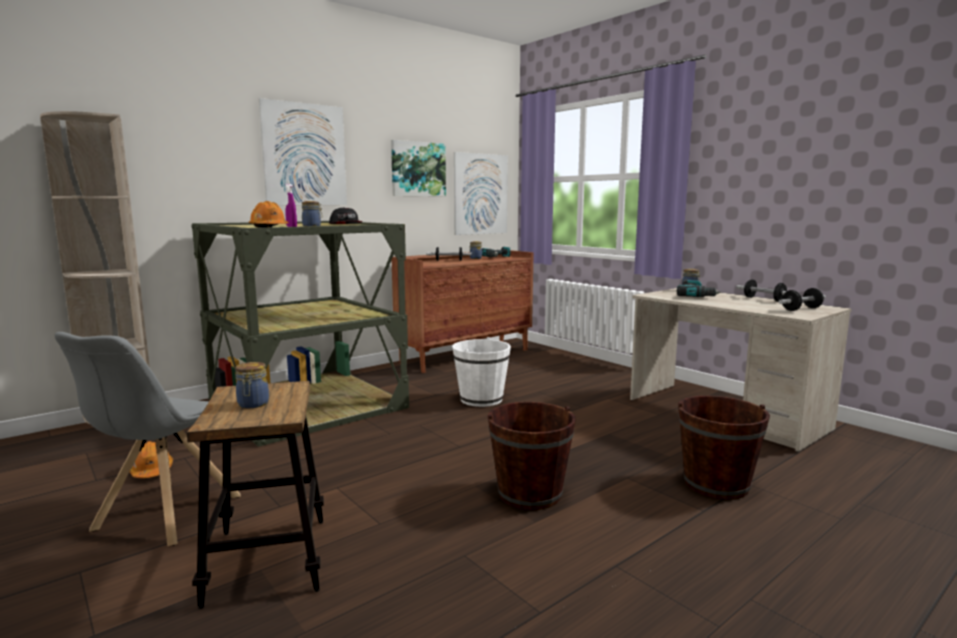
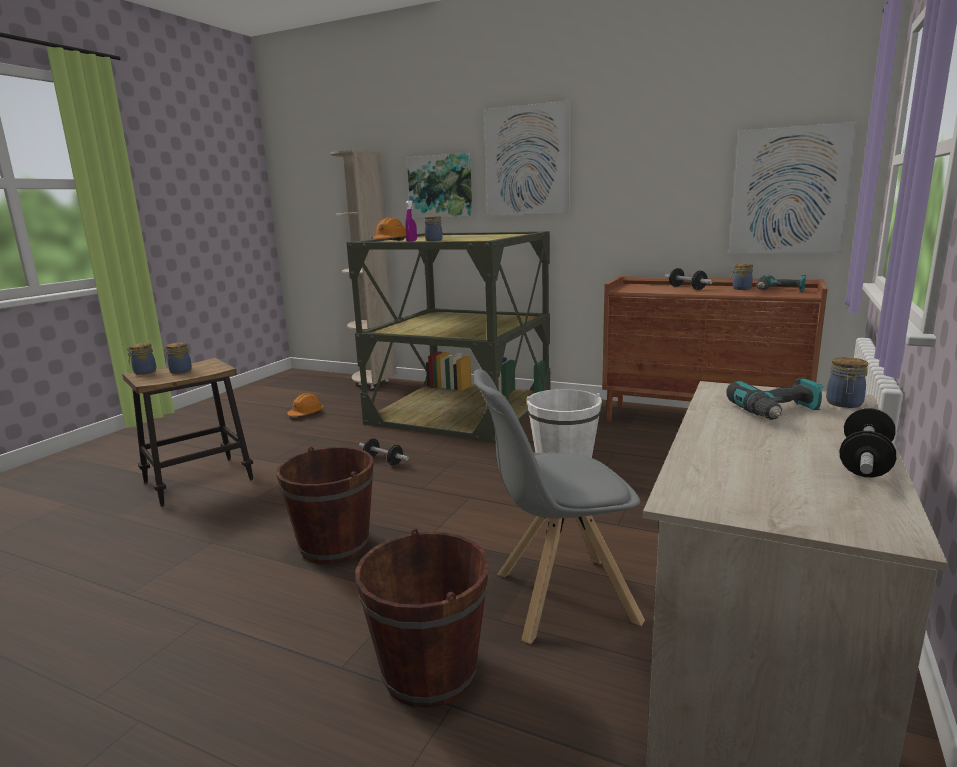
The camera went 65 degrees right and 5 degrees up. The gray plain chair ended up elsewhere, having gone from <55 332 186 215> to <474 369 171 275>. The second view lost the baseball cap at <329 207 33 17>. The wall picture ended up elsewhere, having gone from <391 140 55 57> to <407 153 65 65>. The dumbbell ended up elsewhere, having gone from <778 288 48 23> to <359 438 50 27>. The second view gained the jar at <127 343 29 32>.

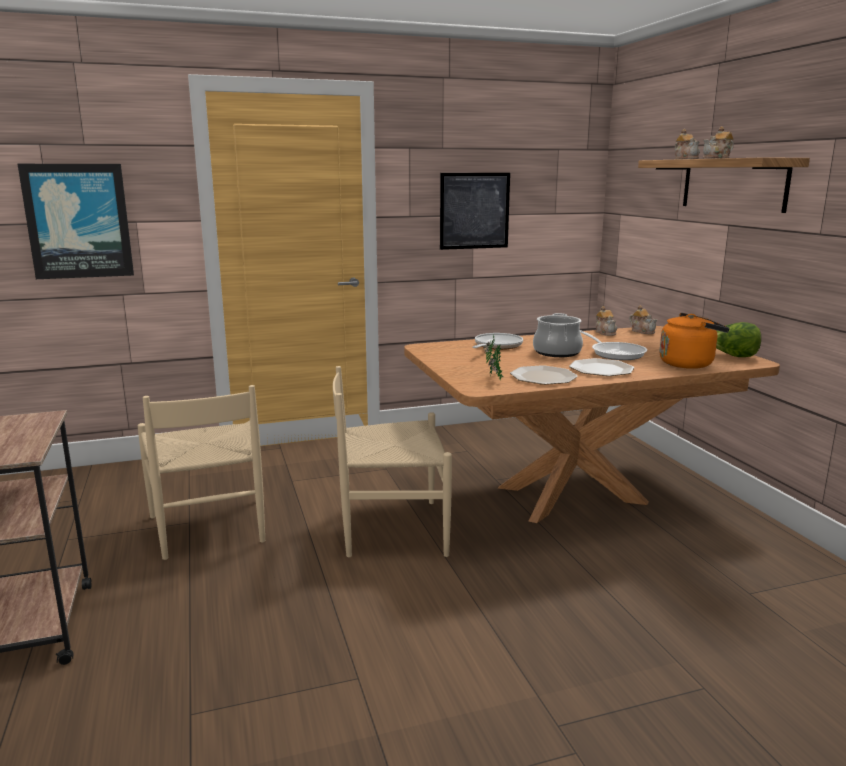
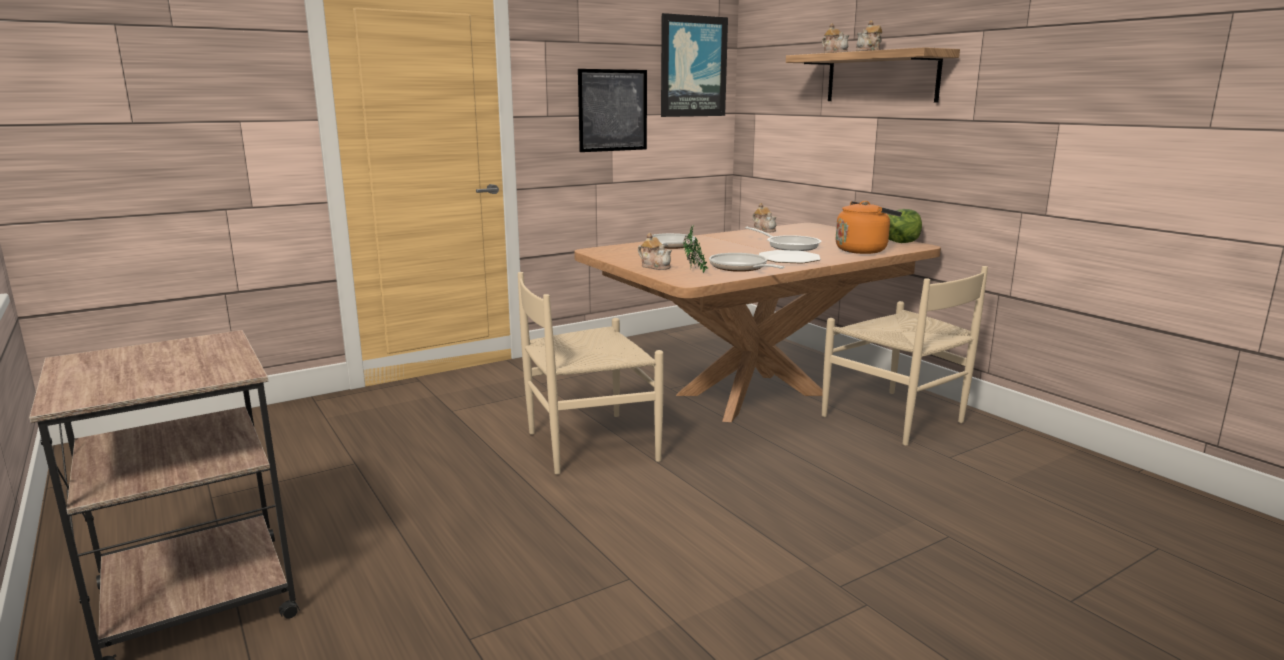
The camera went 15 degrees left and 0 degrees up. The wall picture ended up elsewhere, having gone from <18 164 116 115> to <661 13 67 104>. The beige-coloured plain chair ended up elsewhere, having gone from <138 385 127 175> to <822 266 166 180>. Where the dinner plate stood at <510 365 68 20>, the frying pan came to stand at <709 253 76 19>. The second view lost the saucepot at <533 313 50 44>. The teapot ended up elsewhere, having gone from <629 305 29 29> to <638 233 34 37>.

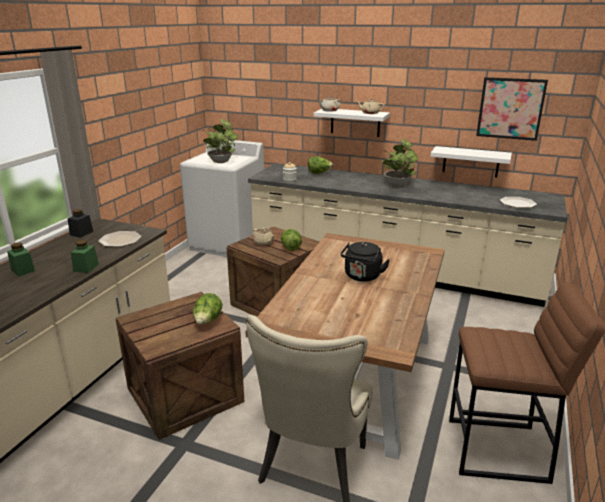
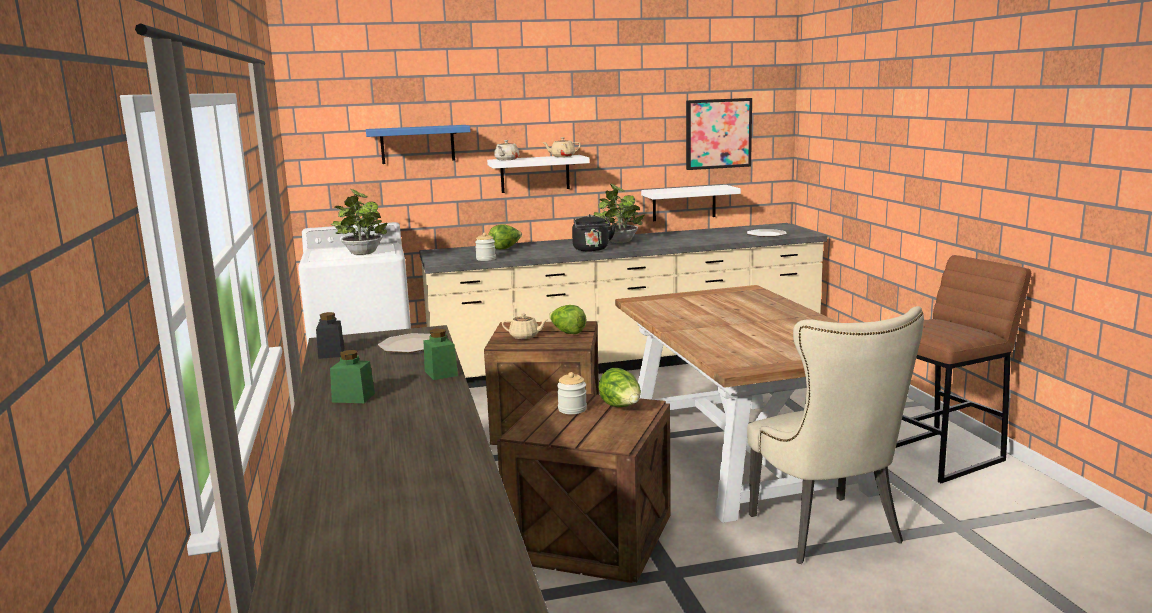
The camera went 35 degrees left and 10 degrees down. The black kettle ended up elsewhere, having gone from <341 242 49 40> to <572 214 44 37>. The second view gained the blue-coloured wall shelf at <366 125 104 39>. The second view gained the jar at <557 372 30 42>.

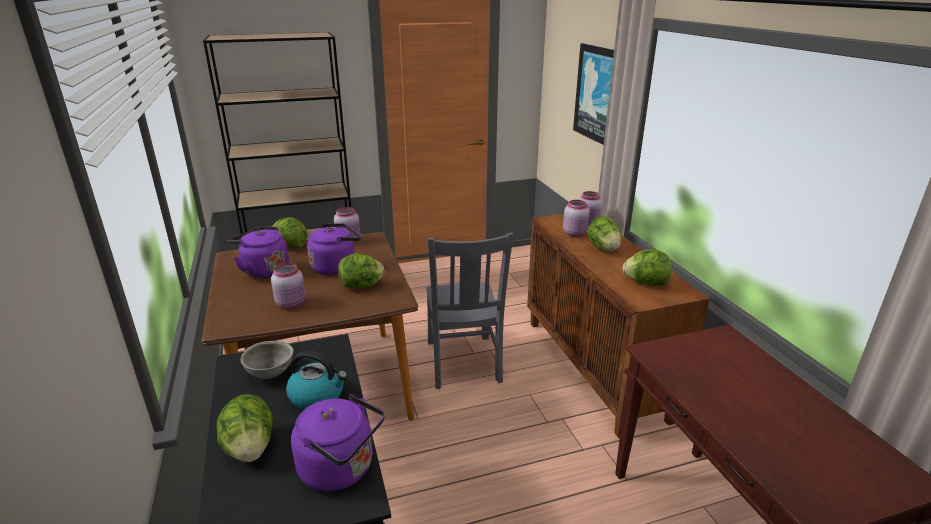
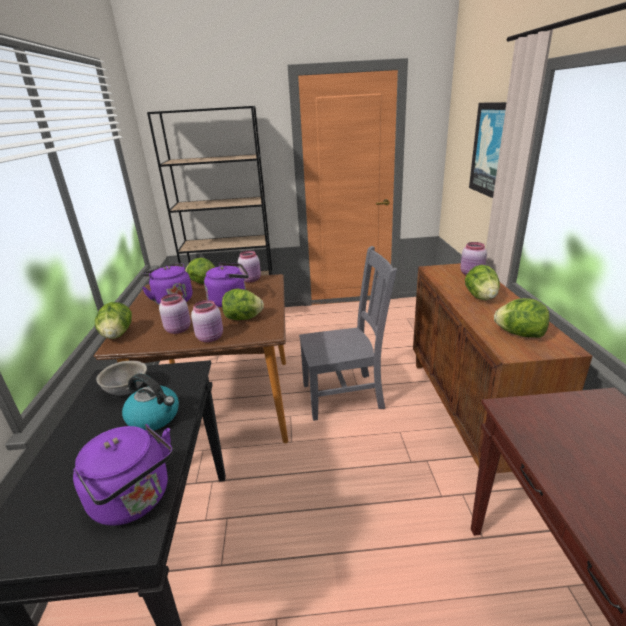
The camera went 15 degrees right and 0 degrees up. The head of lettuce ended up elsewhere, having gone from <216 394 57 68> to <95 302 37 37>. The gray plain chair at <426 233 88 156> ended up facing another way, 105 degrees counterclockwise from before. The pink jar ended up elsewhere, having gone from <563 200 27 37> to <191 300 32 42>.

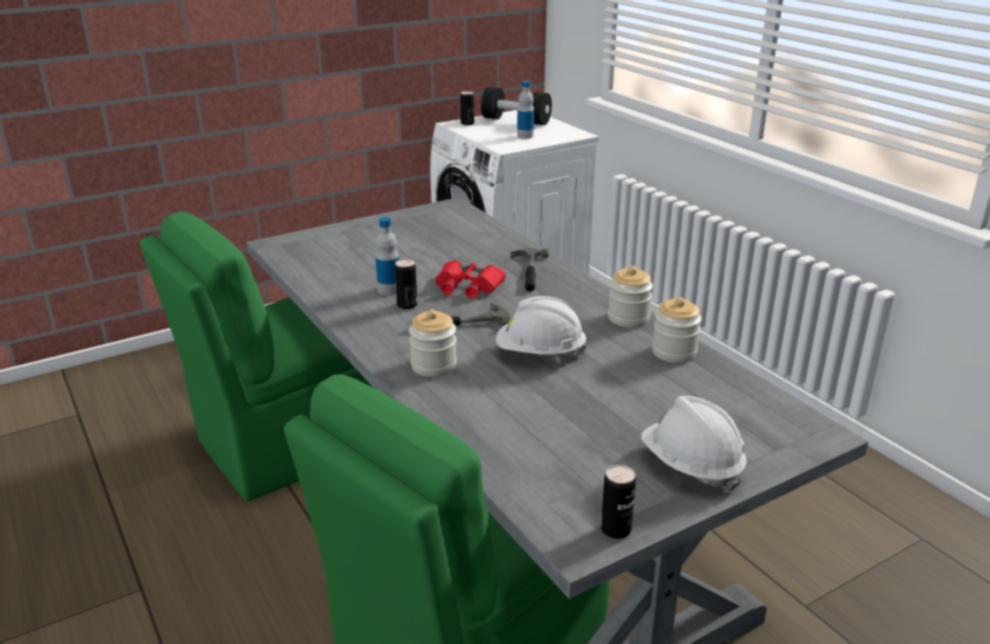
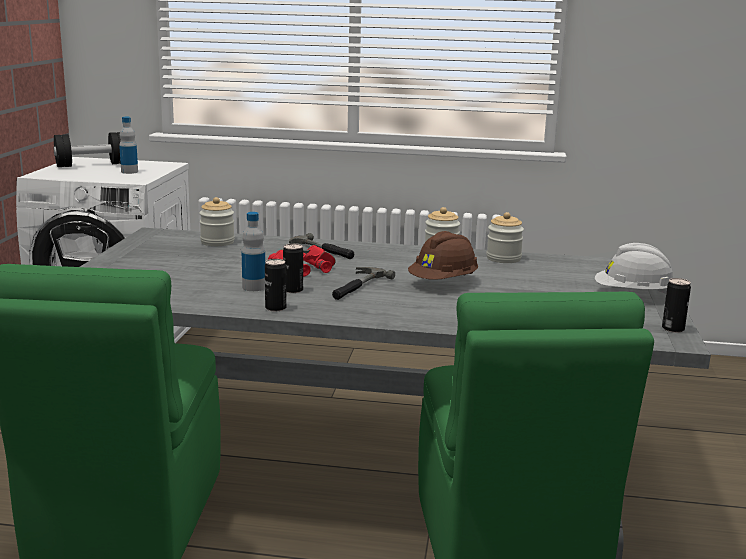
The camera went 50 degrees left and 10 degrees down. The jar ended up elsewhere, having gone from <409 310 48 67> to <199 197 36 49>. The sealed can ended up elsewhere, having gone from <460 91 14 34> to <265 259 21 52>. What was the white-coloured work helmet at <496 296 91 60> turned into the brownish work helmet at <408 231 70 49>.

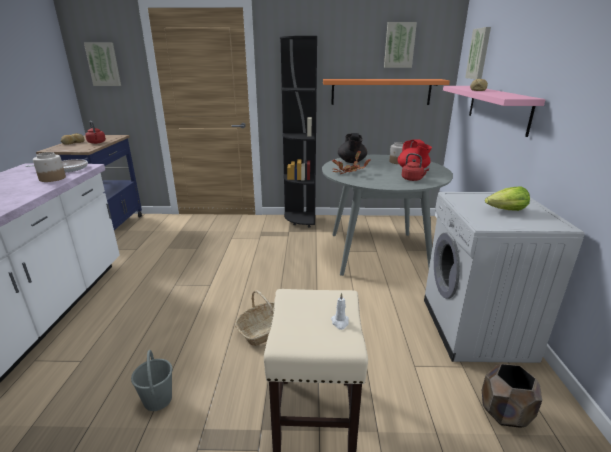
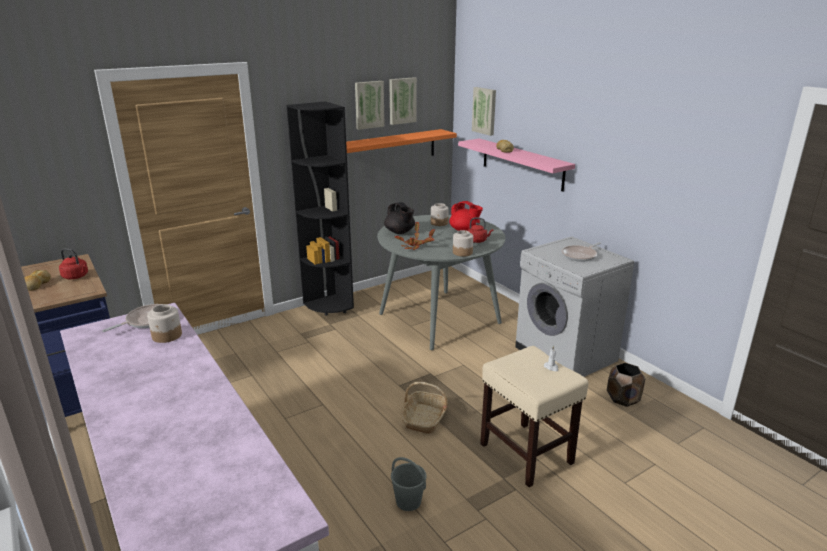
The camera went 35 degrees left and 0 degrees up. The wall picture ended up elsewhere, having gone from <84 43 37 43> to <355 81 30 49>. Where the head of lettuce stood at <485 186 45 25>, the frying pan came to stand at <562 242 39 20>. The second view gained the jar at <453 230 20 27>.

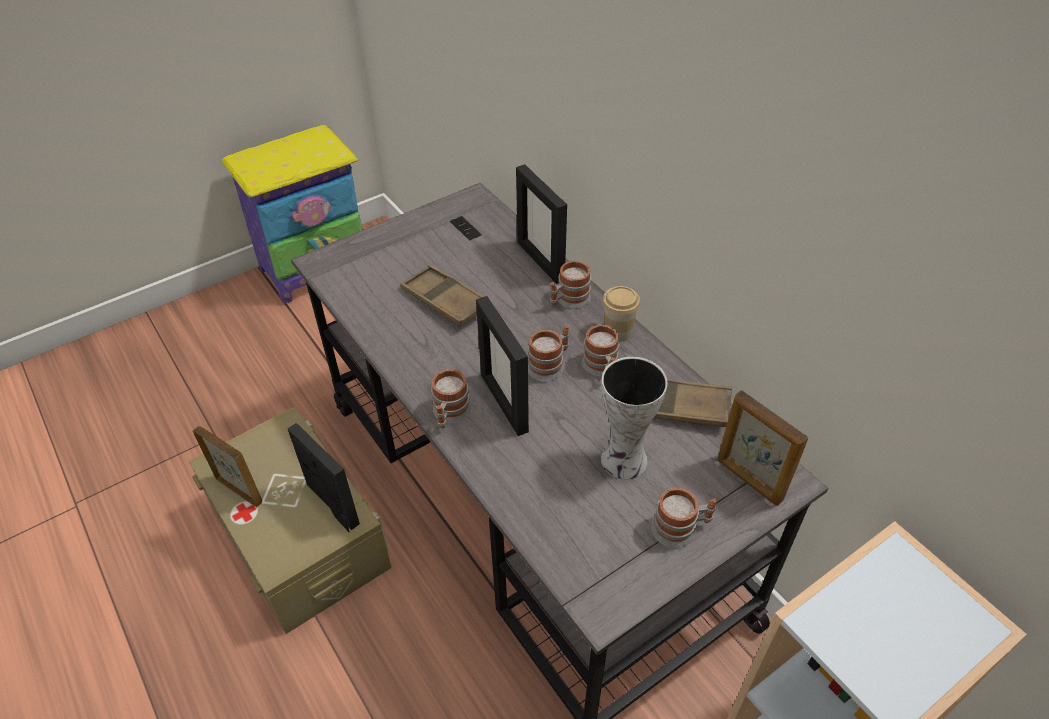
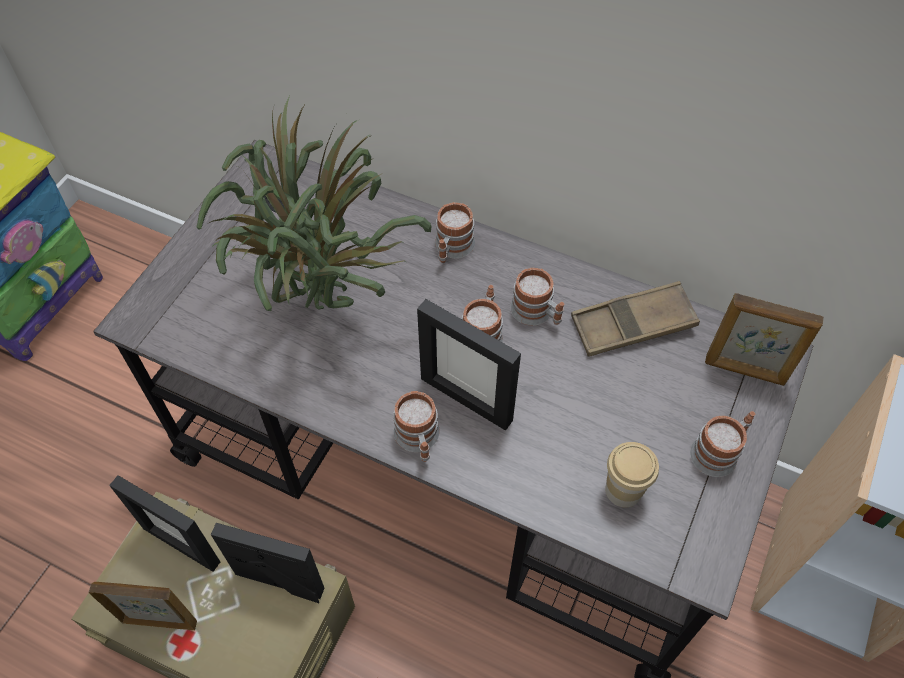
The camera went 30 degrees left and 10 degrees up. Where the brownish serving tray stood at <400 265 85 62>, the potted plant came to stand at <197 96 235 215>. The photo frame ended up elsewhere, having gone from <516 164 51 120> to <109 475 111 97>. The second view lost the flower vase at <601 357 66 122>. The cup ended up elsewhere, having gone from <602 286 38 56> to <605 442 54 65>.

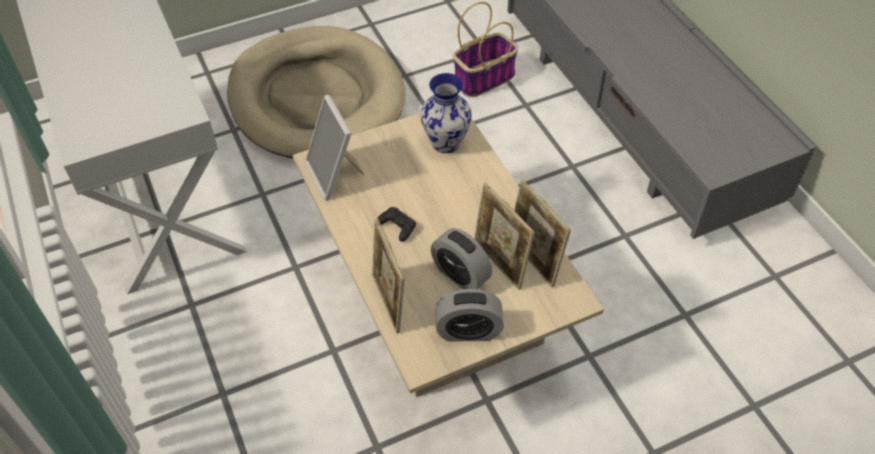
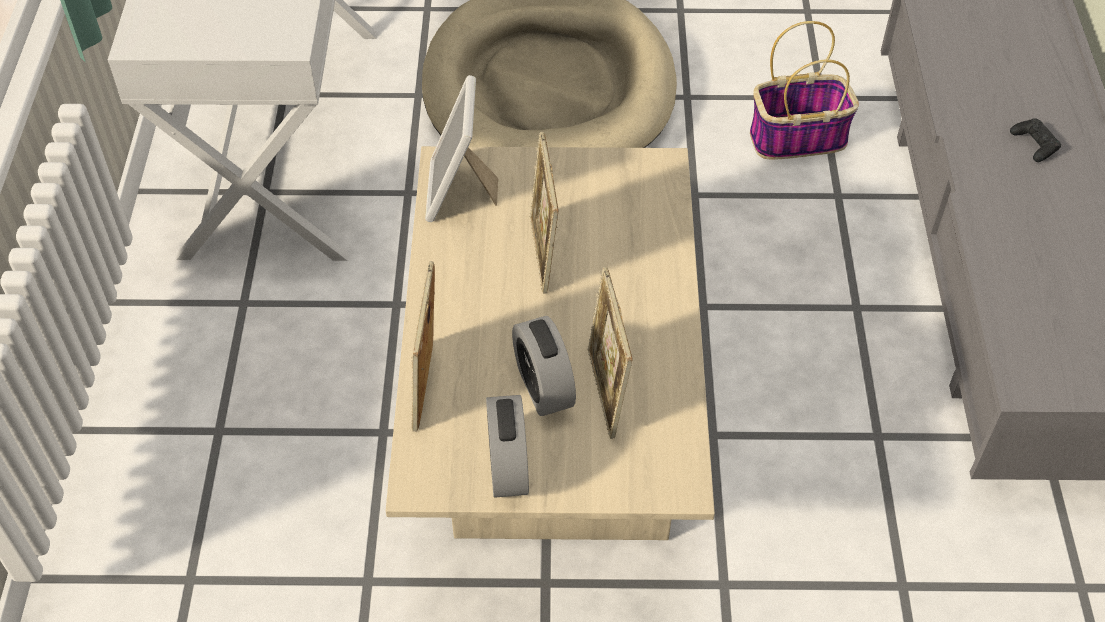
The camera went 25 degrees right and 0 degrees up. The black gamepad ended up elsewhere, having gone from <378 207 38 35> to <1010 118 51 44>. The second view lost the flower vase at <420 73 52 80>. The bedside clock at <435 289 69 53> ended up facing another way, 60 degrees clockwise from before. The photo frame ended up elsewhere, having gone from <514 179 57 109> to <529 132 30 162>.

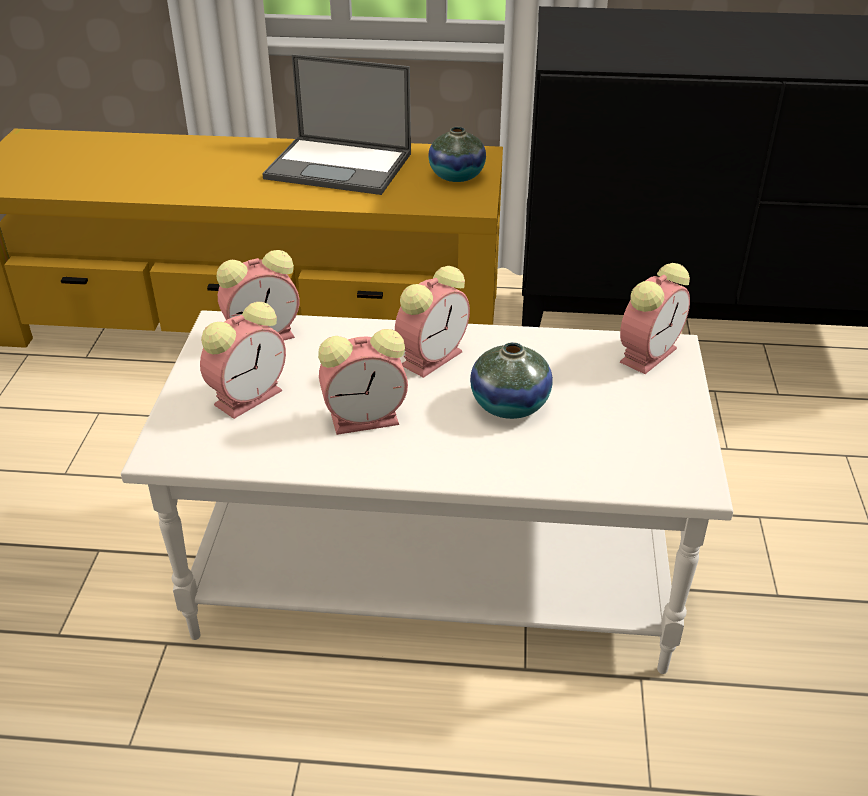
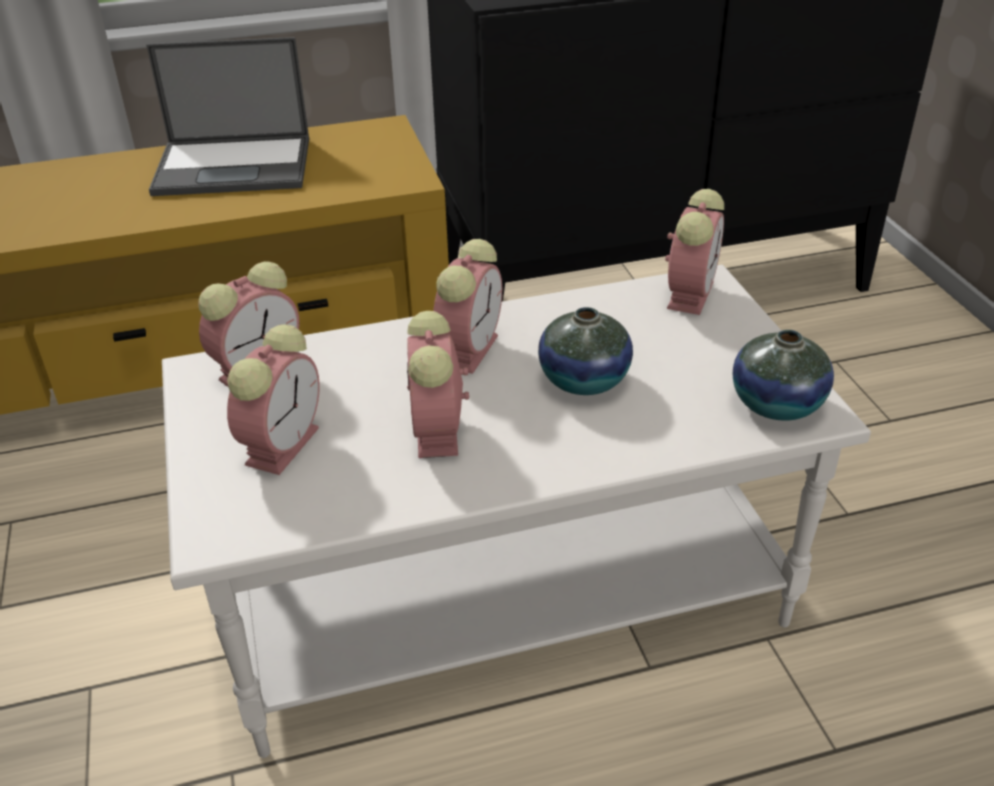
The camera went 20 degrees left and 0 degrees up. The bedside clock at <318 329 90 106> ended up facing another way, 120 degrees clockwise from before. The flower vase ended up elsewhere, having gone from <428 127 58 55> to <733 329 101 92>.

